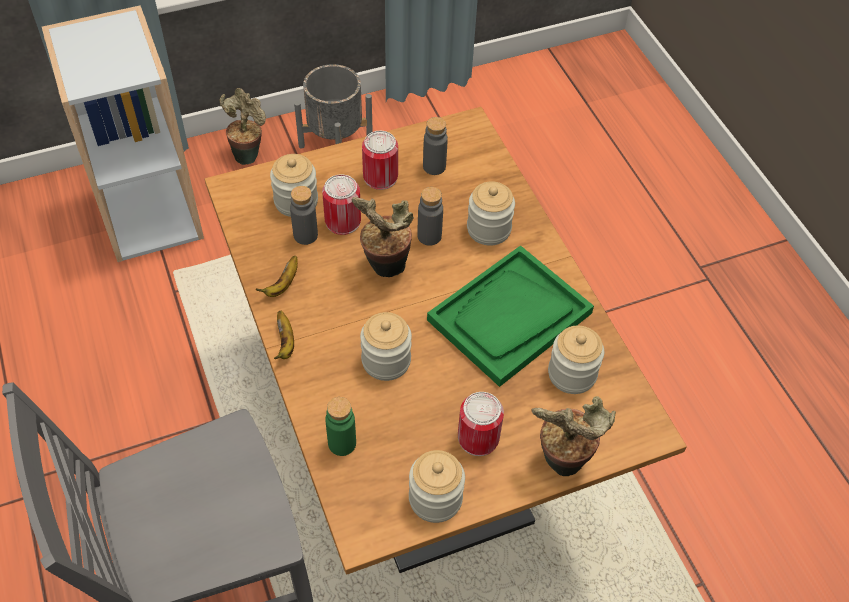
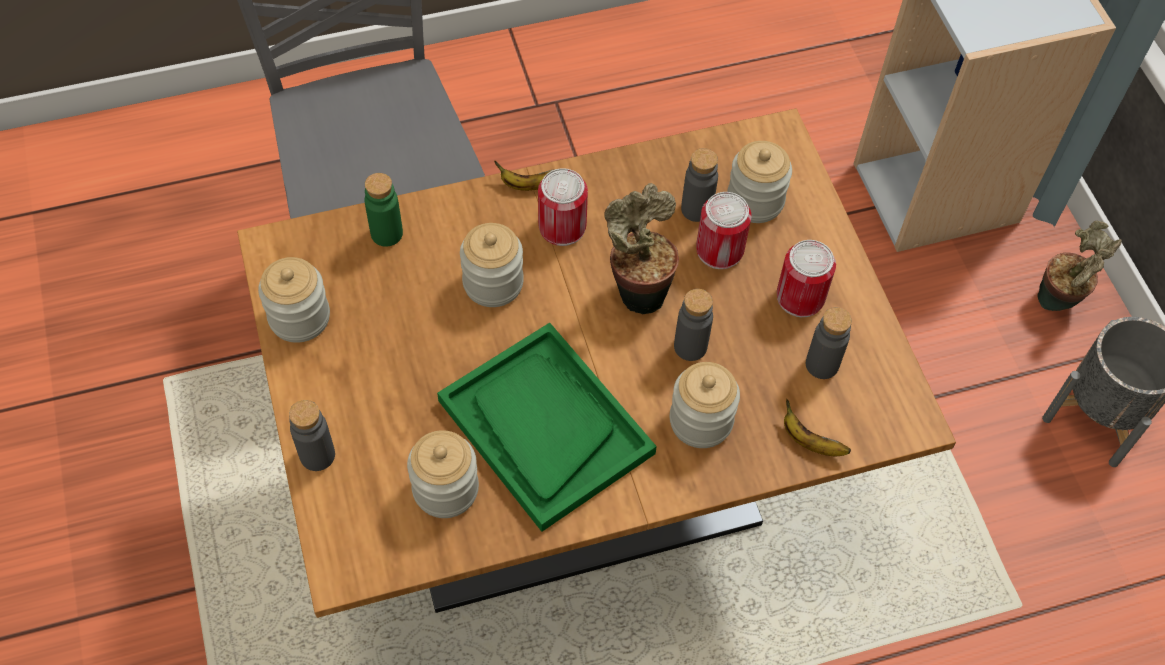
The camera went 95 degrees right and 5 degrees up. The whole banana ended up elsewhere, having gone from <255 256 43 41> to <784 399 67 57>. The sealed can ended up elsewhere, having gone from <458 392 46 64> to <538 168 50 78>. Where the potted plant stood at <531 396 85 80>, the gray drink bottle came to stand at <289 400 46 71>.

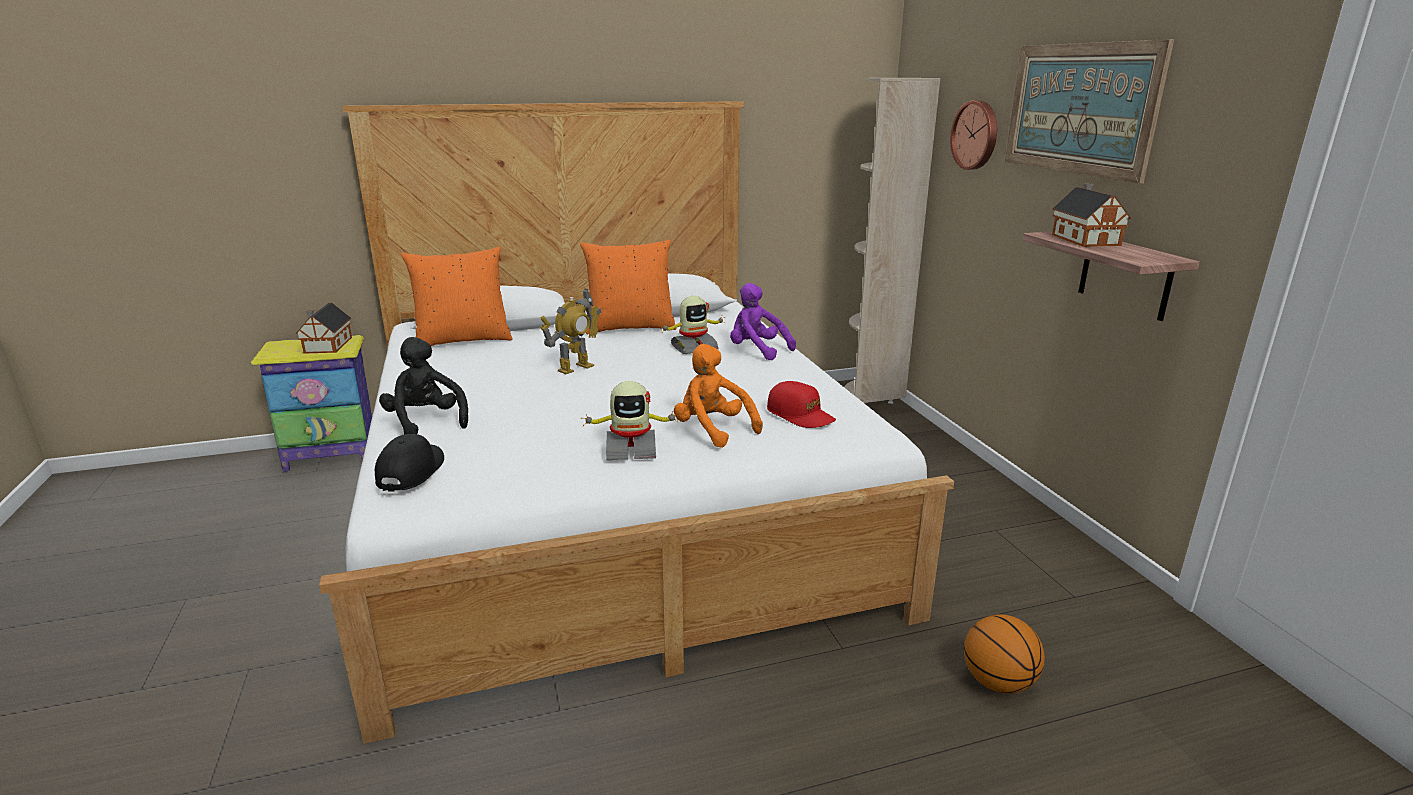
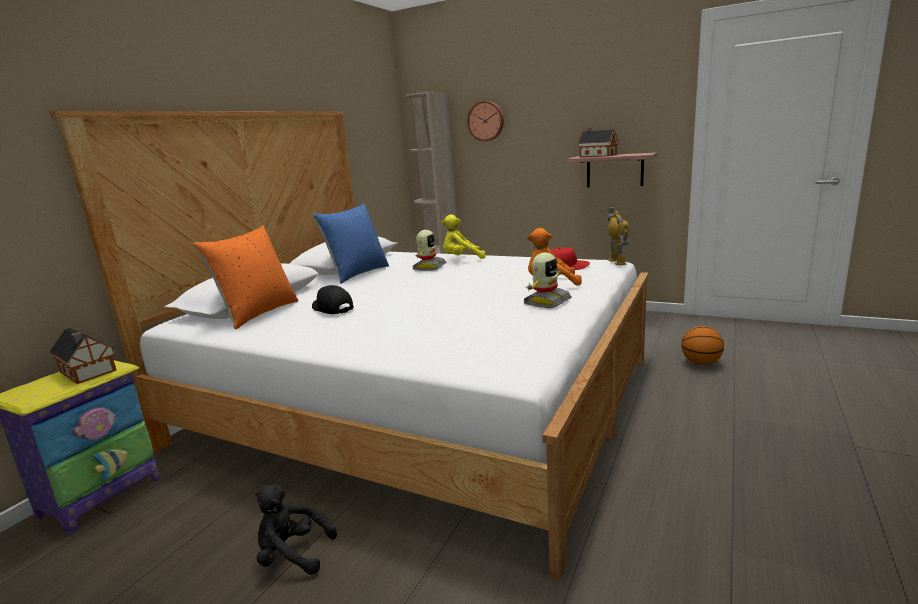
The camera went 45 degrees left and 5 degrees down. The black baseball cap ended up elsewhere, having gone from <375 434 69 58> to <312 285 42 29>. The black soft toy ended up elsewhere, having gone from <379 337 89 97> to <255 484 82 91>. The model robot ended up elsewhere, having gone from <540 288 62 86> to <608 206 21 59>. What was the orangey cushion at <580 240 96 94> turned into the blue-coloured cushion at <313 203 76 81>. What was the purple soft toy at <730 283 66 77> turned into the yellowish soft toy at <441 215 45 44>. The second view lost the wall picture at <1005 39 169 145>.

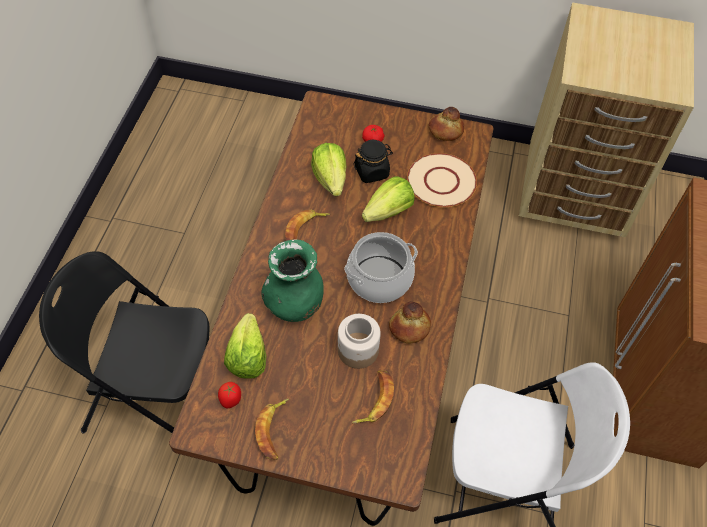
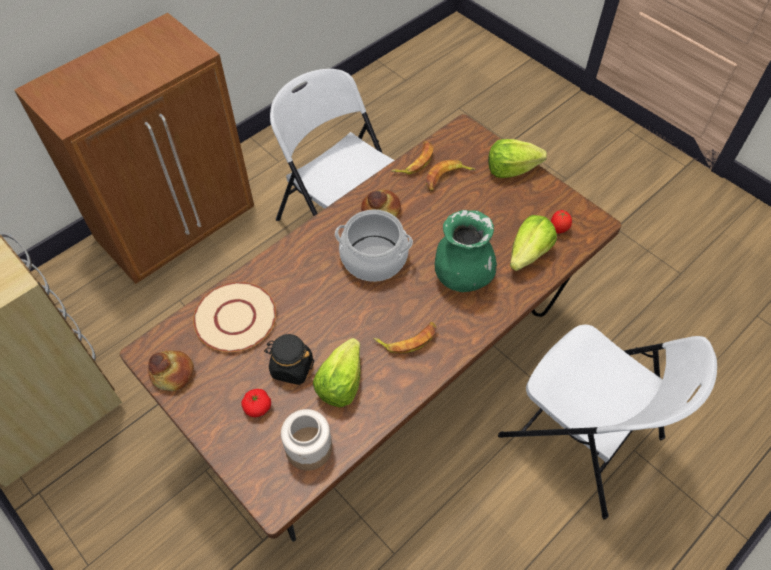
The camera went 145 degrees left and 0 degrees up. What was the black plain chair at <39 251 170 183> turned into the white-coloured plain chair at <498 325 219 195>. The whole banana ended up elsewhere, having gone from <255 398 34 62> to <391 141 43 33>. The jar ended up elsewhere, having gone from <338 314 43 55> to <281 409 51 62>. The head of lettuce ended up elsewhere, having gone from <362 176 53 46> to <488 139 59 39>.

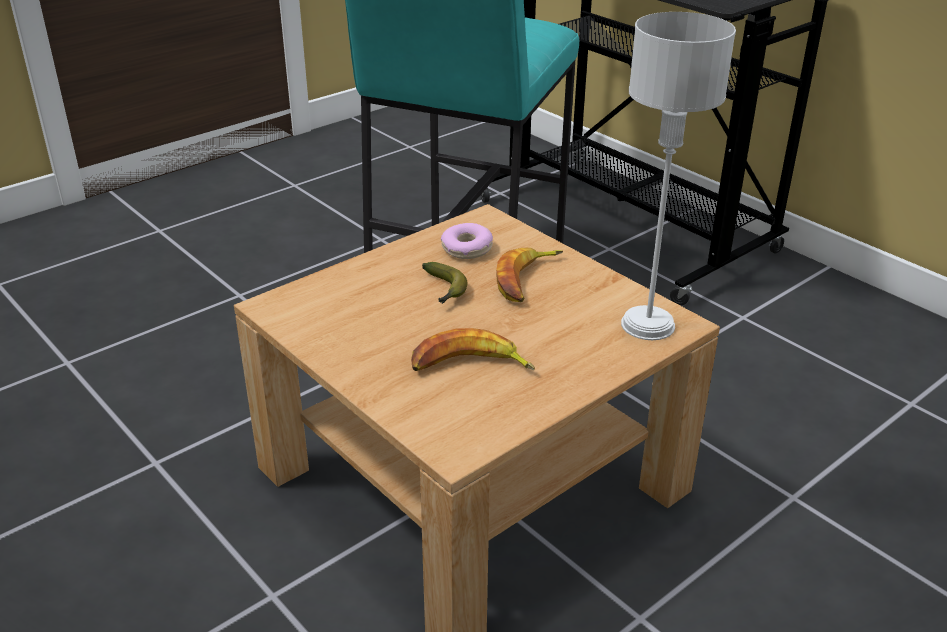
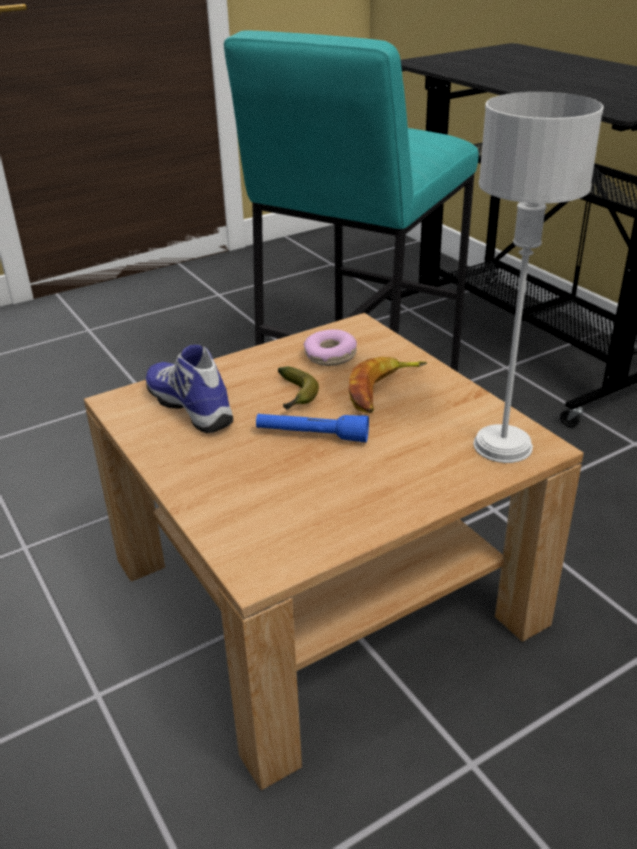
The camera went 10 degrees right and 0 degrees up. The second view lost the whole banana at <411 328 124 43>. The second view gained the low shoe at <146 345 87 88>. The second view gained the blue-coloured flashlight at <256 414 113 28>.

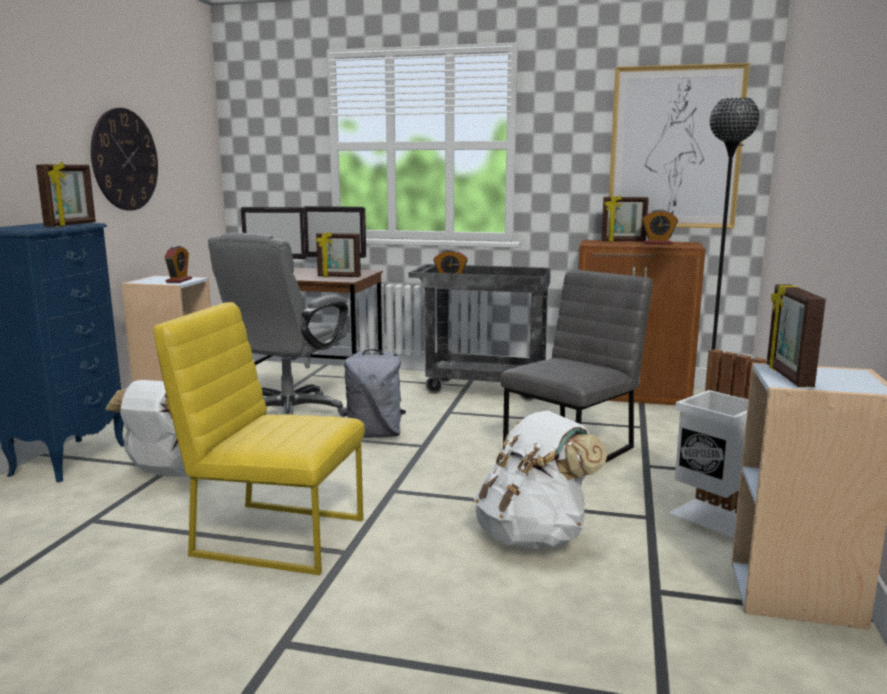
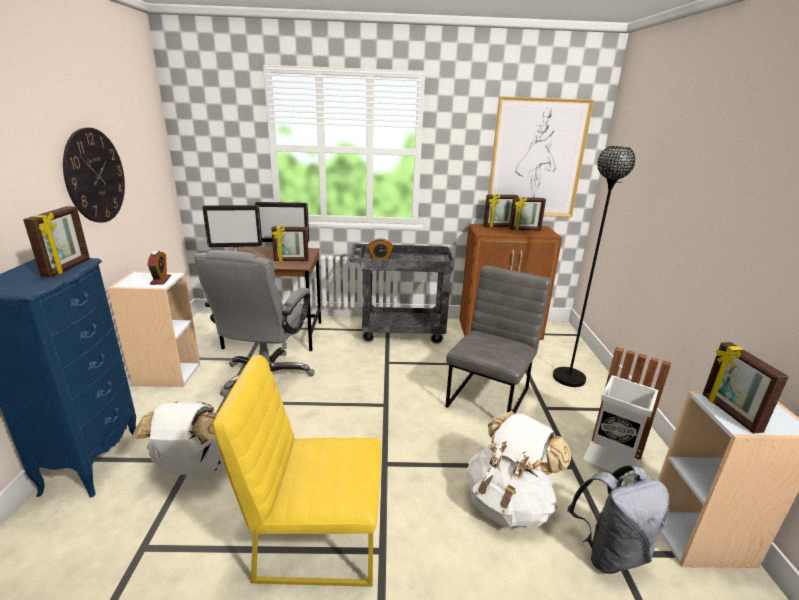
The camera went 15 degrees left and 10 degrees up. The gray knapsack ended up elsewhere, having gone from <343 349 63 89> to <567 465 103 109>. Where the bedside clock stood at <642 209 36 36>, the photo frame came to stand at <509 197 37 34>.

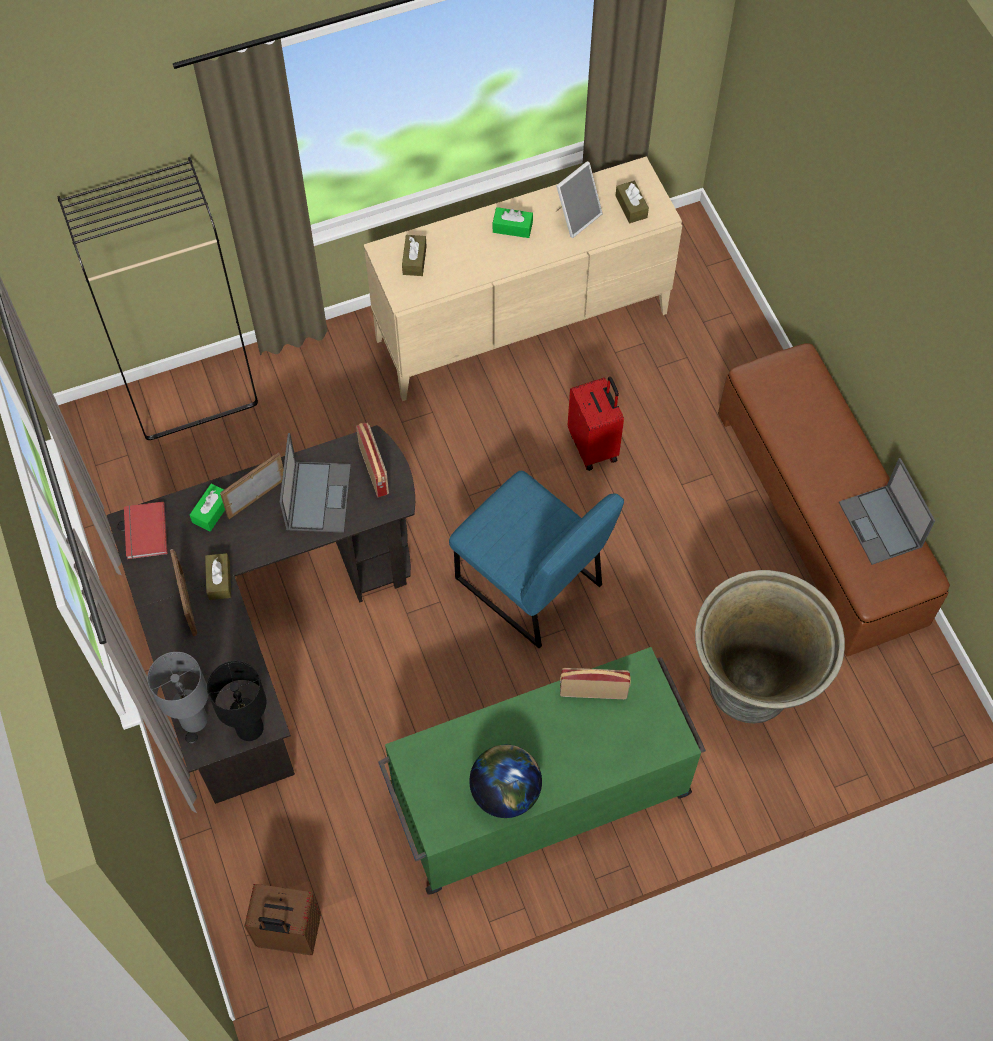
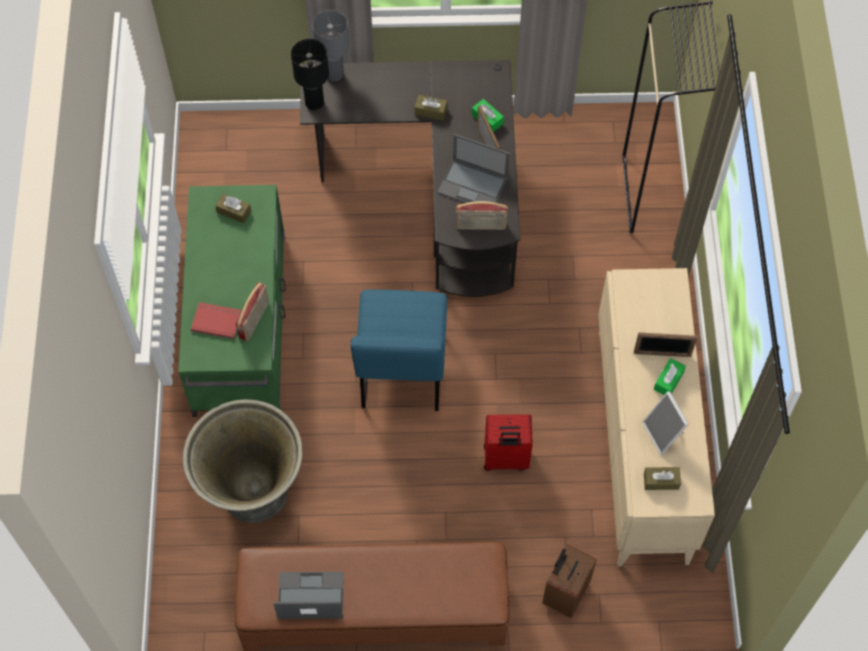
The camera went 110 degrees right and 0 degrees up. The red-coloured bound book ended up elsewhere, having gone from <124 502 44 57> to <191 302 51 37>. The photo frame ended up elsewhere, having gone from <170 549 27 87> to <634 332 63 25>. The brownish piece of luggage ended up elsewhere, having gone from <244 884 77 71> to <542 544 55 74>. The brownish tissue box ended up elsewhere, having gone from <402 235 25 41> to <215 193 36 30>. The blue-coloured plain chair at <449 471 175 177> ended up facing another way, 60 degrees counterclockwise from before. The second view lost the globe at <469 745 73 73>.

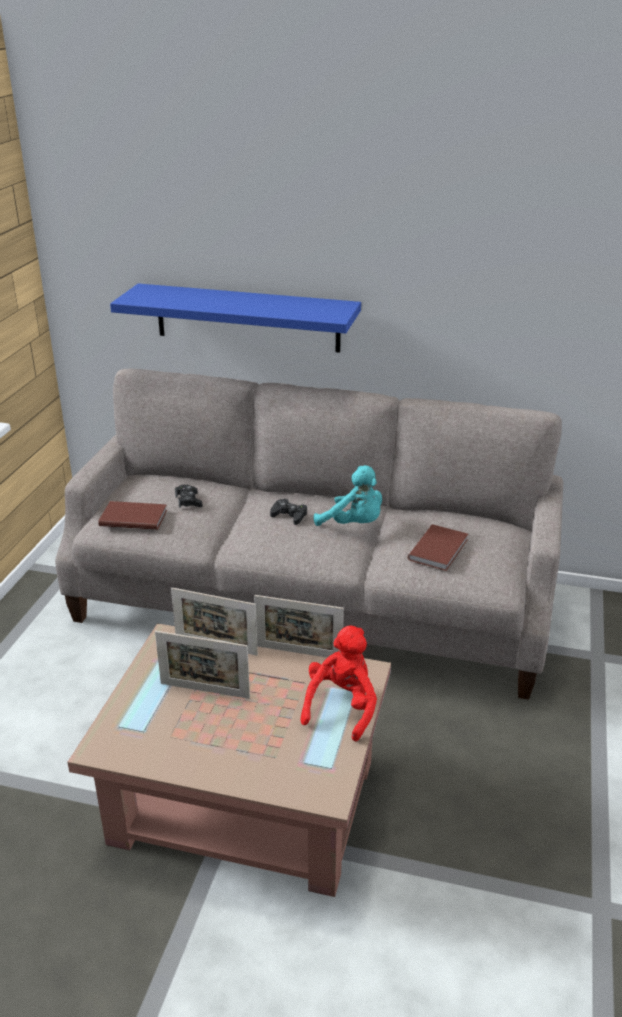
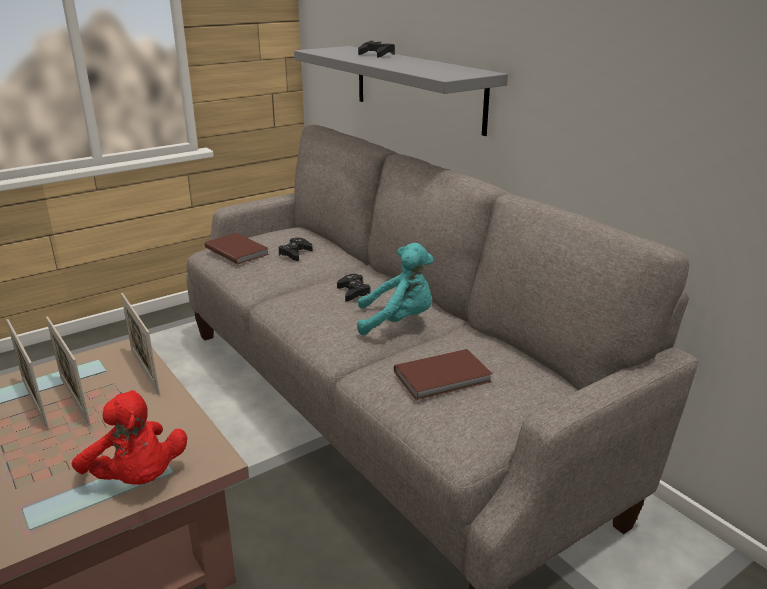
The camera went 40 degrees right and 5 degrees down. What was the blue-coloured wall shelf at <110 283 251 70> turned into the gray wall shelf at <294 46 214 90>. The photo frame ended up elsewhere, having gone from <254 595 90 62> to <6 319 43 111>. The red-coloured soft toy at <300 626 77 115> ended up facing another way, 75 degrees clockwise from before. The blue-green soft toy at <313 465 69 61> ended up facing another way, 75 degrees counterclockwise from before. The second view gained the black gamepad at <358 40 37 18>.

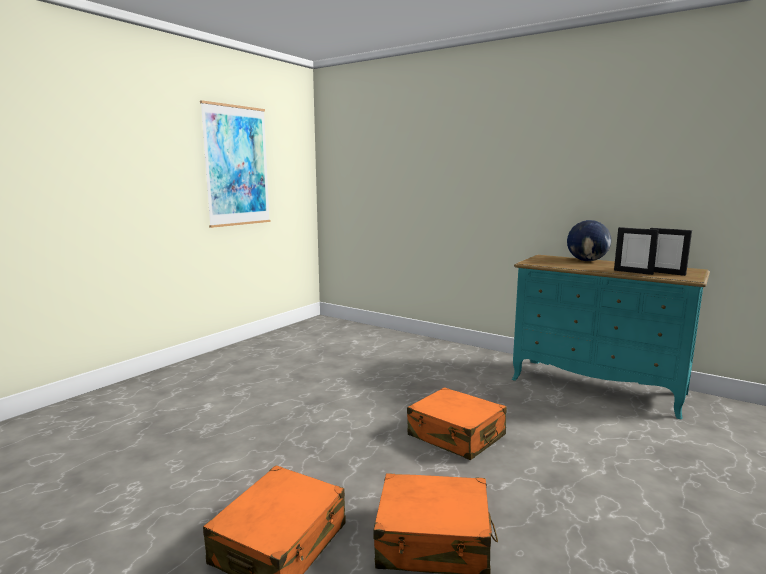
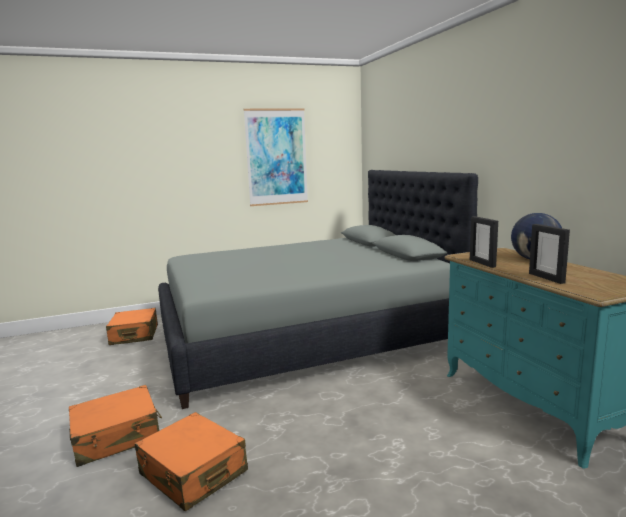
The camera went 35 degrees right and 0 degrees up. The orangey piece of luggage ended up elsewhere, having gone from <407 387 100 73> to <106 308 52 37>. The photo frame ended up elsewhere, having gone from <650 228 42 48> to <470 216 28 52>. The second view gained the gray bed at <158 170 320 239>.

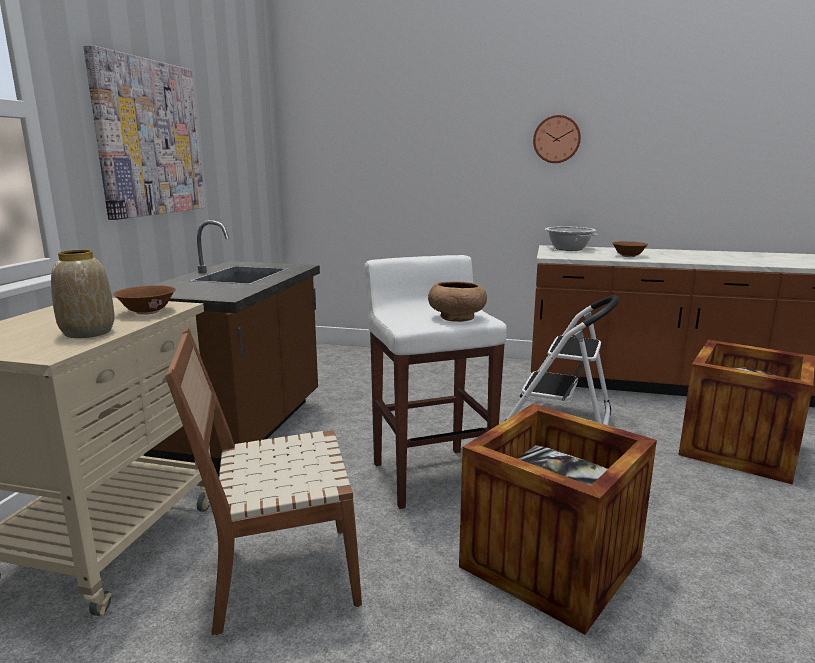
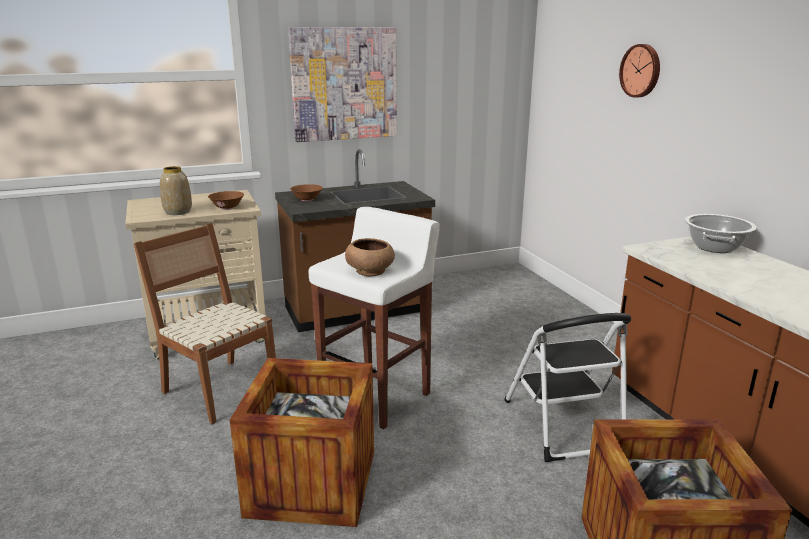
The camera went 55 degrees right and 5 degrees up. The wall clock ended up elsewhere, having gone from <533 115 48 48> to <619 44 41 54>. The brownish serving bowl ended up elsewhere, having gone from <612 241 36 16> to <290 184 33 17>.

